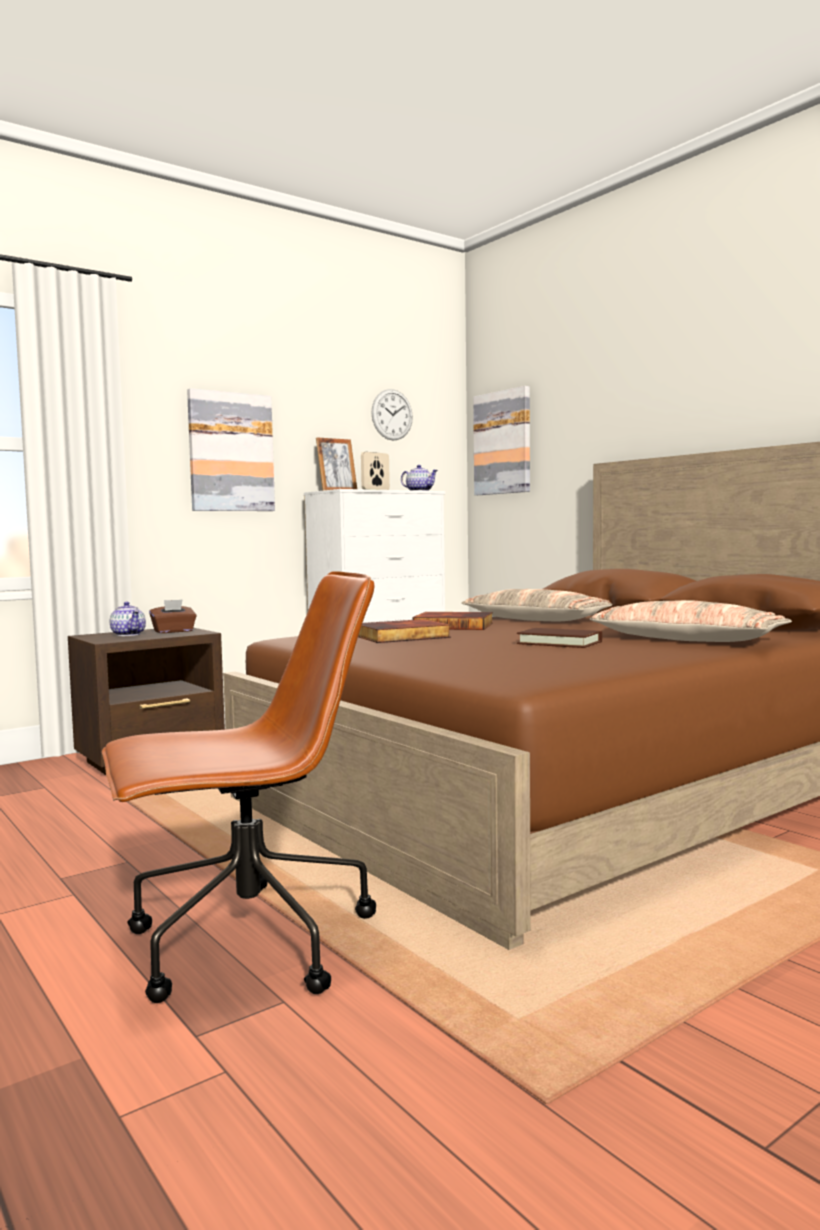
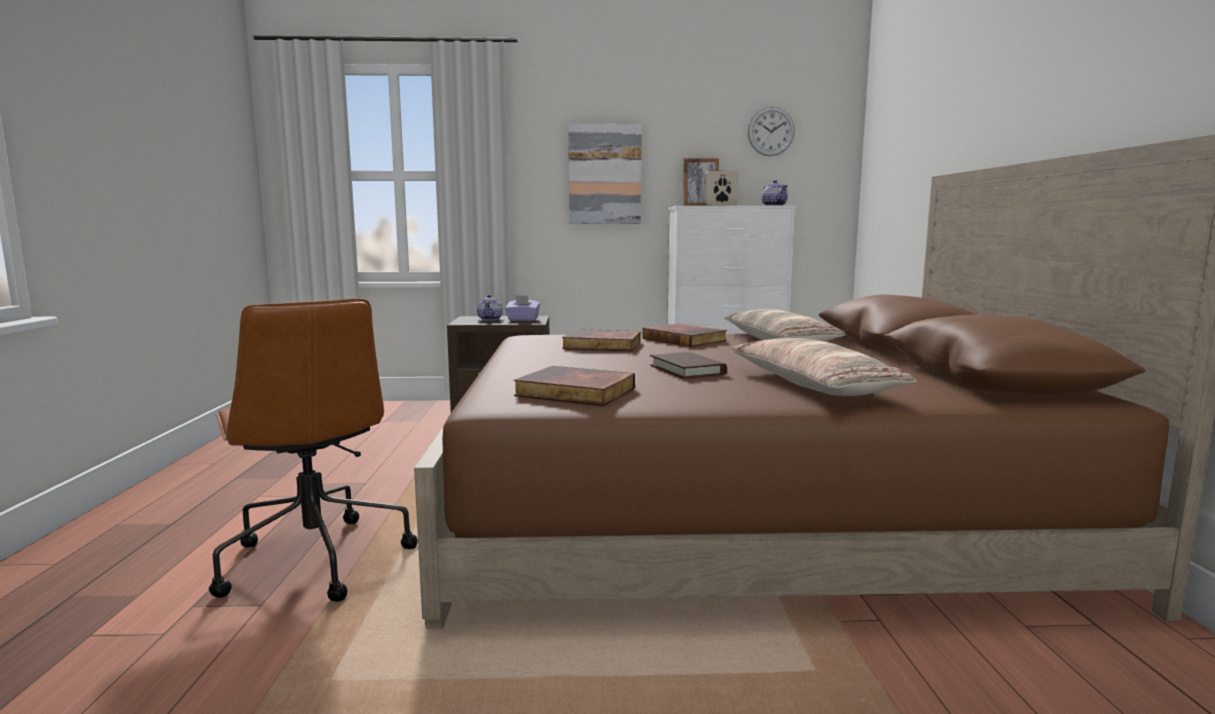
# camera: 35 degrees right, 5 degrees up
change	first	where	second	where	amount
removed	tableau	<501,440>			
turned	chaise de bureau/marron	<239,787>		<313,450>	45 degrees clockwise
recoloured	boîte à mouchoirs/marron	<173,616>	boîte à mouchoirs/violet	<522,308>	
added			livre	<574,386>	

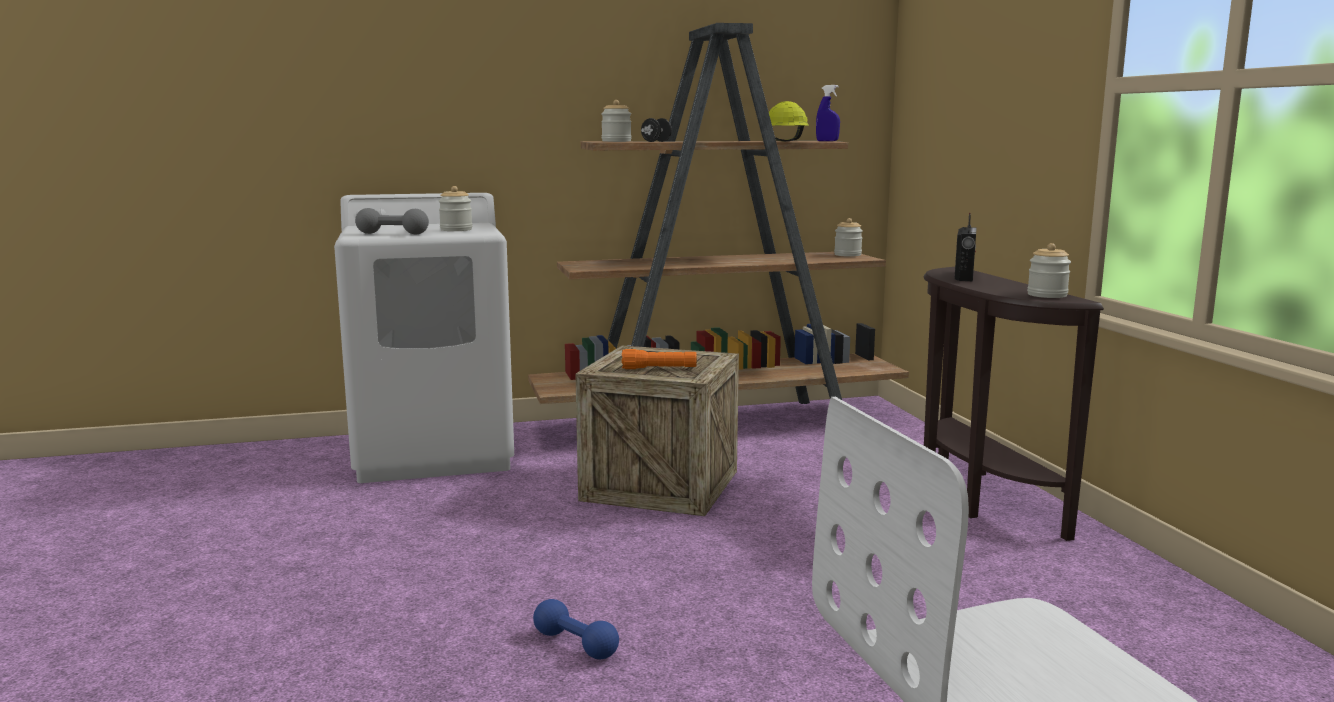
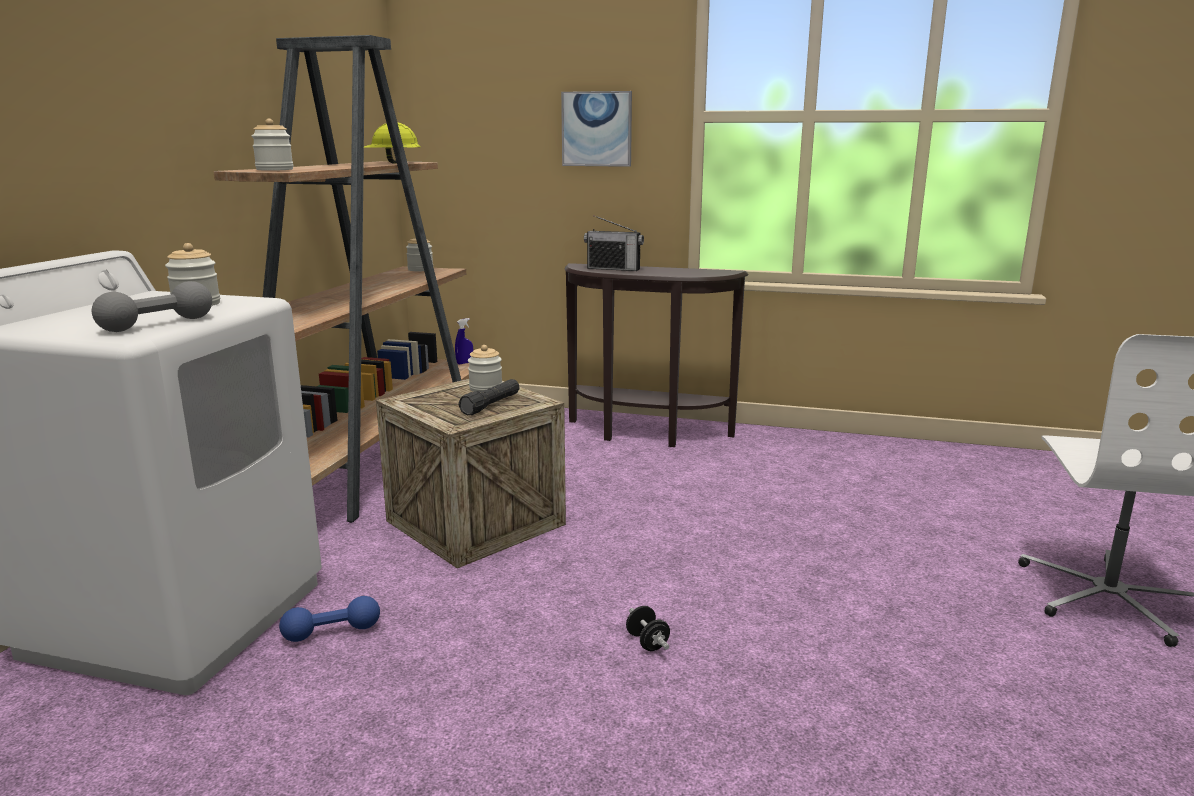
# camera: 60 degrees left, 5 degrees up
change	first	where	second	where	amount
moved	vaporisateur/bleu	<828,113>		<464,341>	
moved	haltère/noir	<656,130>		<648,628>	
turned	radio	<965,247>		<614,243>	150 degrees clockwise
moved	bocal	<1049,270>		<485,368>	
recoloured	lampe de poche/orange	<659,359>	lampe de poche/noir	<488,397>	
moved	haltère/bleu	<576,629>		<329,619>	
added			tableau	<596,129>	

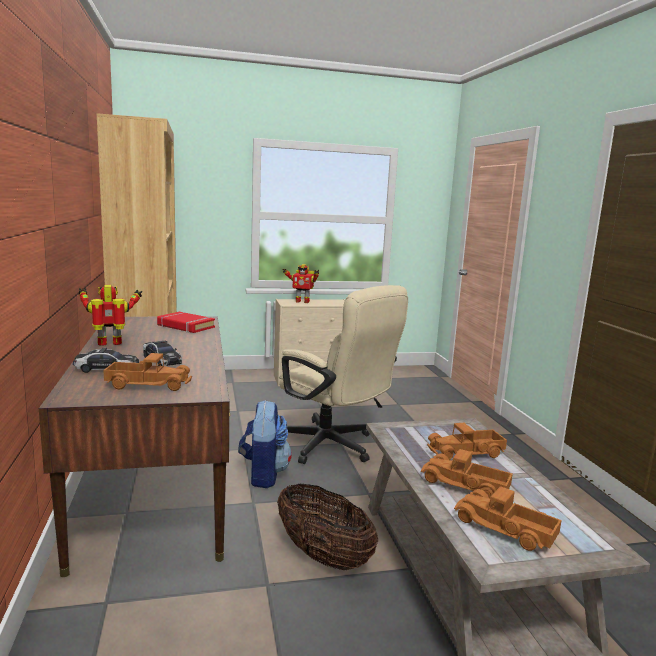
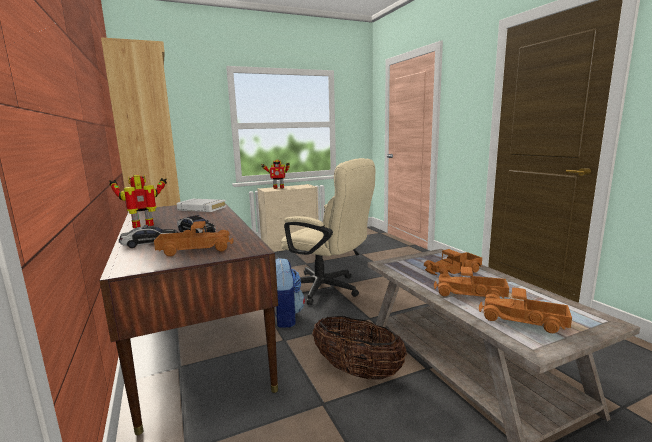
# camera: 10 degrees left, 0 degrees up
change	first	where	second	where	amount
recoloured	livre/rouge	<186,322>	livre/blanc	<201,205>	

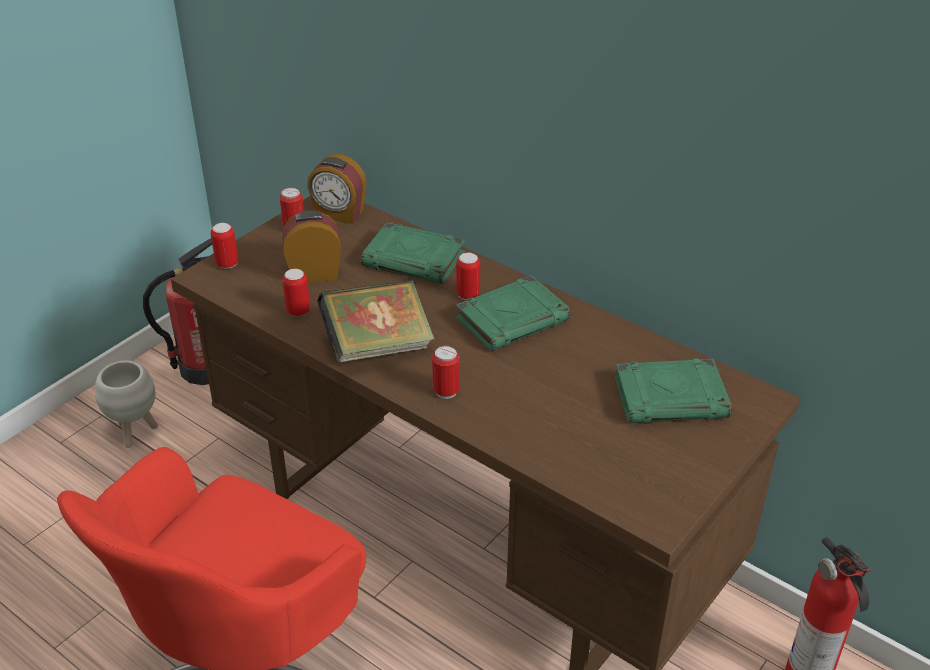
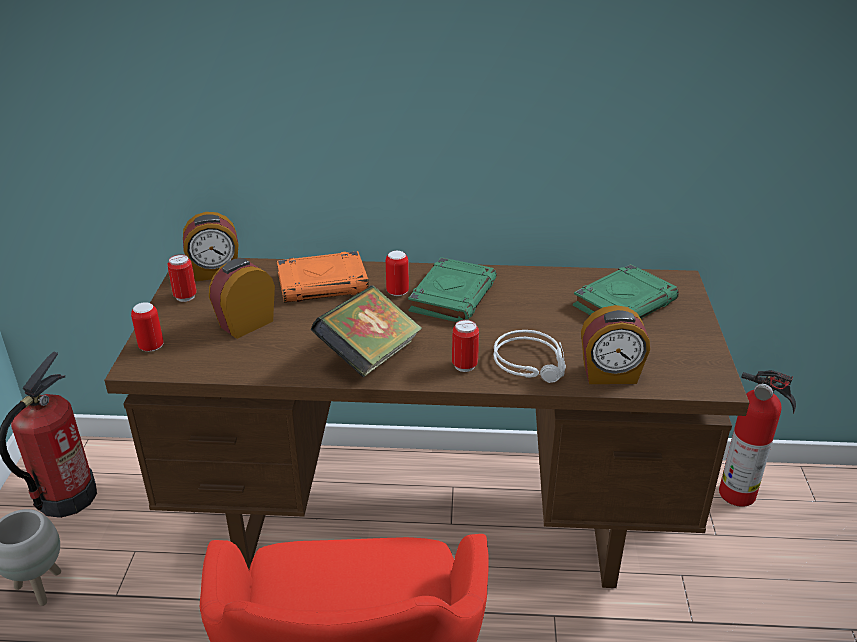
# camera: 35 degrees left, 5 degrees down
change	first	where	second	where	amount
recoloured	livre/vert	<413,253>	livre/orange	<323,277>	
removed	boîte métallique	<296,292>			
added			réveil	<615,344>	
added			casque audio/gris	<529,356>	

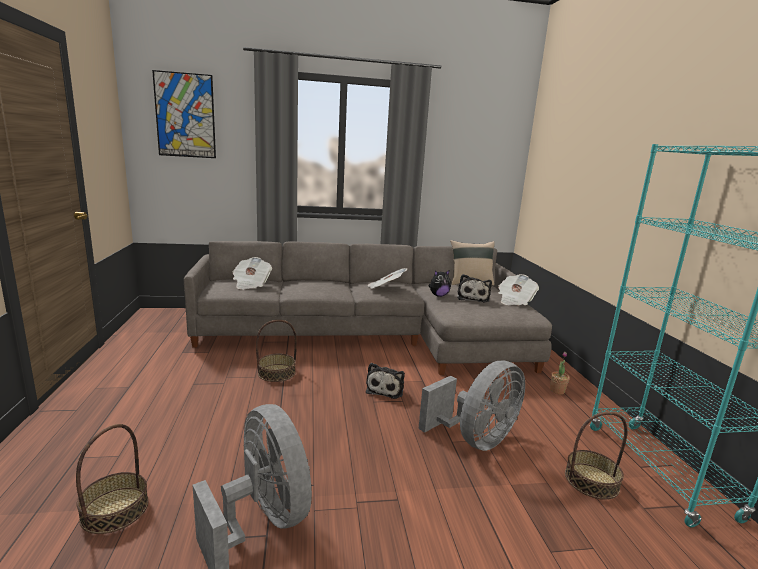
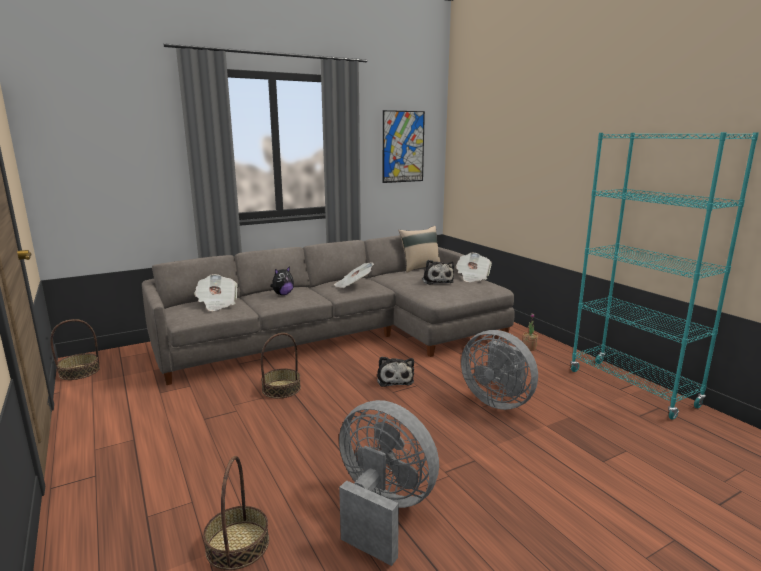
# camera: 20 degrees left, 0 degrees up
change	first	where	second	where	amount
moved	tableau	<184,114>		<404,146>	
moved	peluche	<439,283>		<282,280>	
turned	ventilateur/gris	<471,406>		<499,370>	105 degrees clockwise
moved	panier	<596,456>		<75,349>	

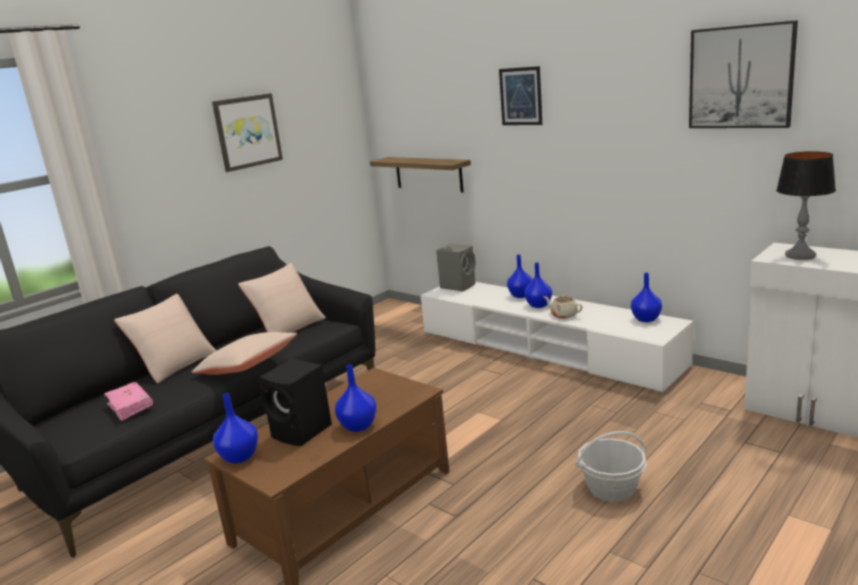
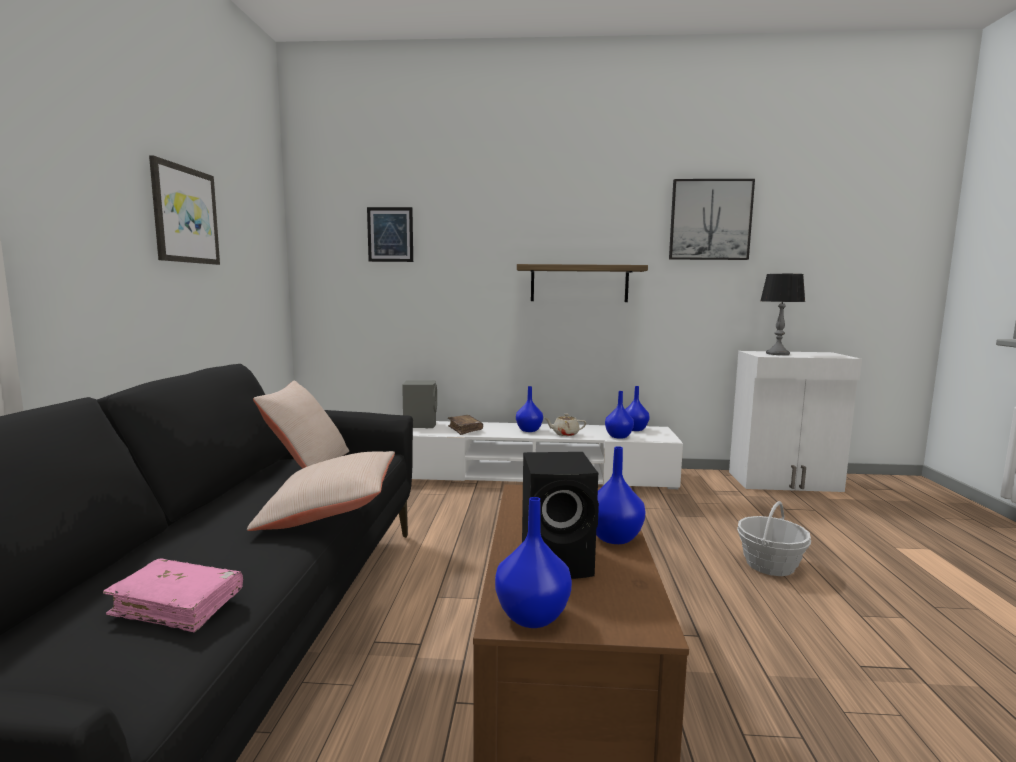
# camera: 40 degrees left, 10 degrees down
change	first	where	second	where	amount
moved	tableau	<520,95>		<390,234>	
moved	étagère	<420,174>		<582,283>	
moved	vase/bleu	<520,276>		<619,415>	
removed	coussin/beige	<165,339>			
added			livre/marron	<465,425>	

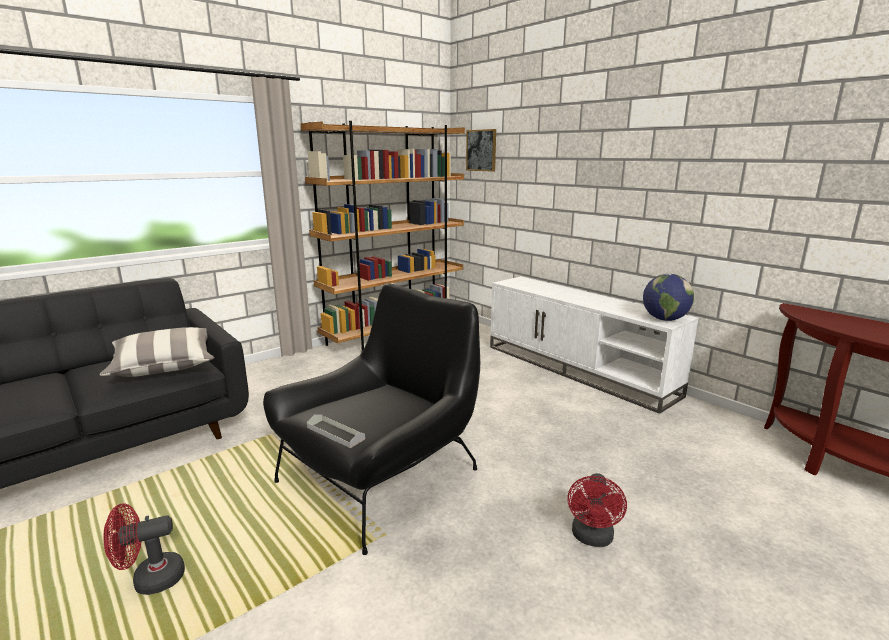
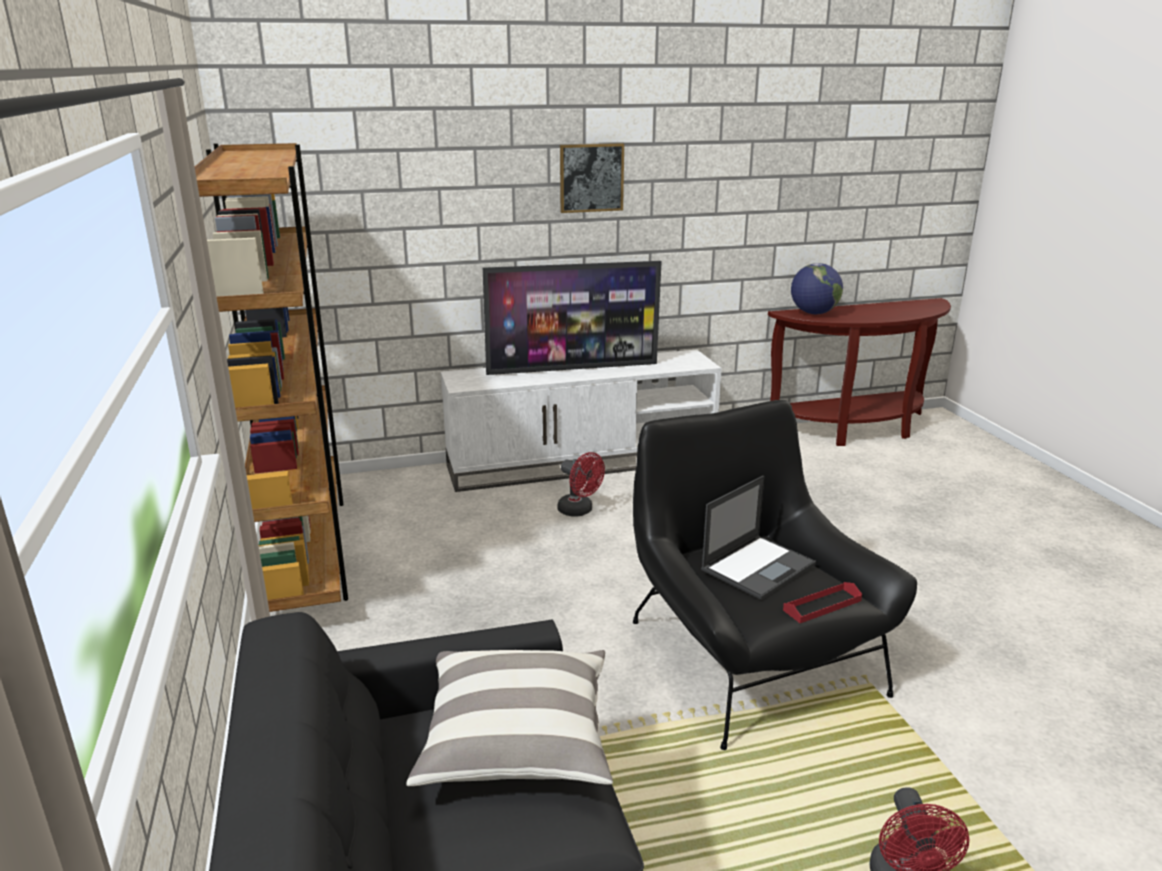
# camera: 65 degrees left, 5 degrees up
change	first	where	second	where	amount
moved	tableau	<481,150>		<592,178>	
moved	globe	<668,297>		<817,288>	
recoloured	plateau/gris	<336,431>	plateau/rouge	<822,602>	
moved	ventilateur/rouge	<597,510>		<581,484>	
added			téléviseur	<572,318>	
added			ordinateur portable	<758,538>	

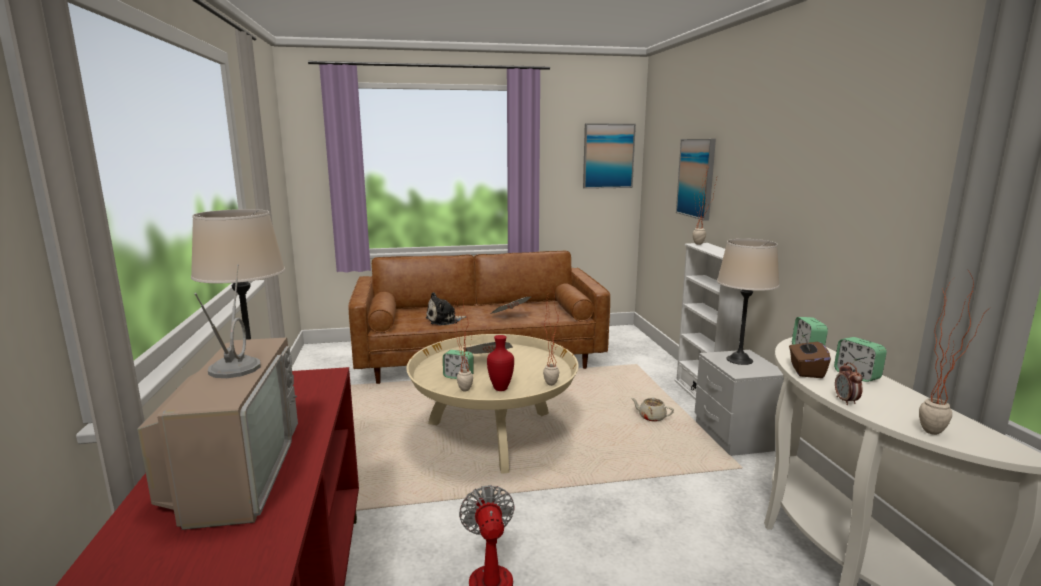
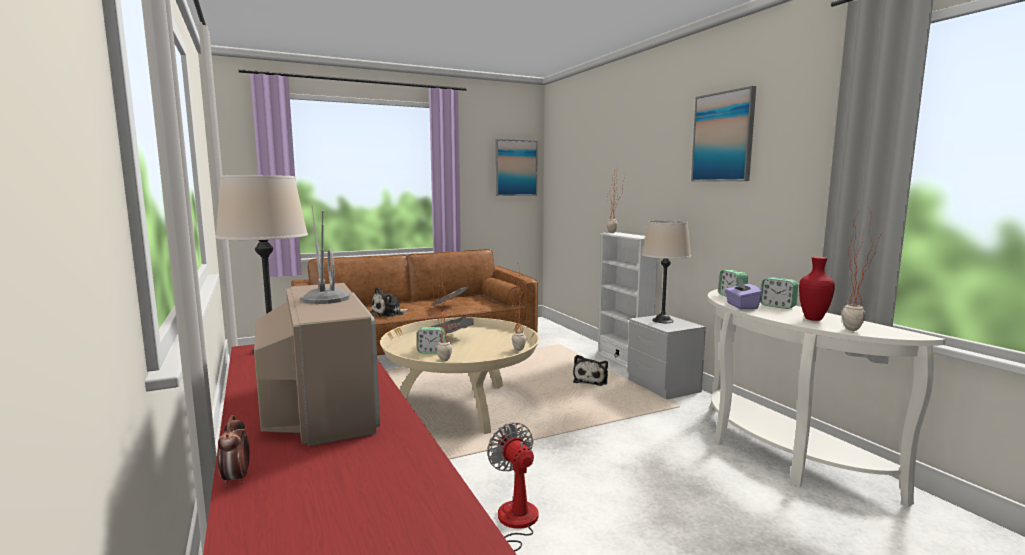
# camera: 15 degrees left, 5 degrees down
change	first	where	second	where	amount
moved	tableau	<696,180>		<723,134>	
moved	vase/rouge	<500,363>		<817,289>	
recoloured	boîte à mouchoirs/marron	<810,357>	boîte à mouchoirs/violet	<744,293>	
moved	réveil	<849,383>		<234,451>	
replaced	théière/beige	<652,409>	peluche	<590,370>	

